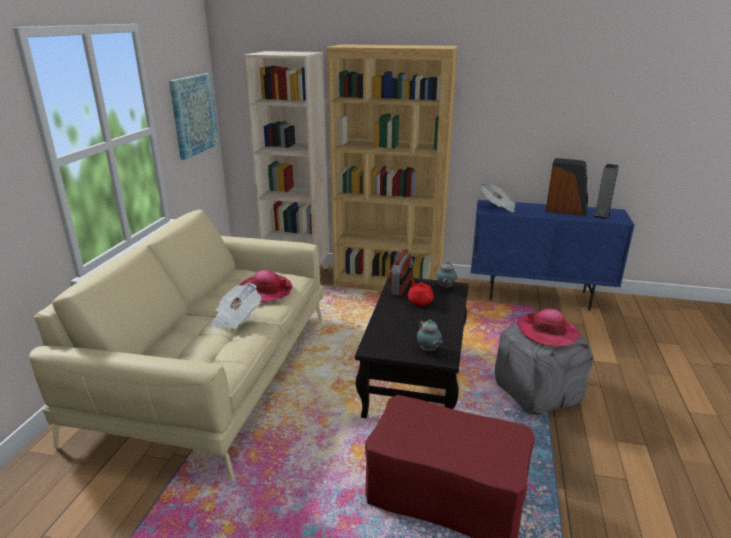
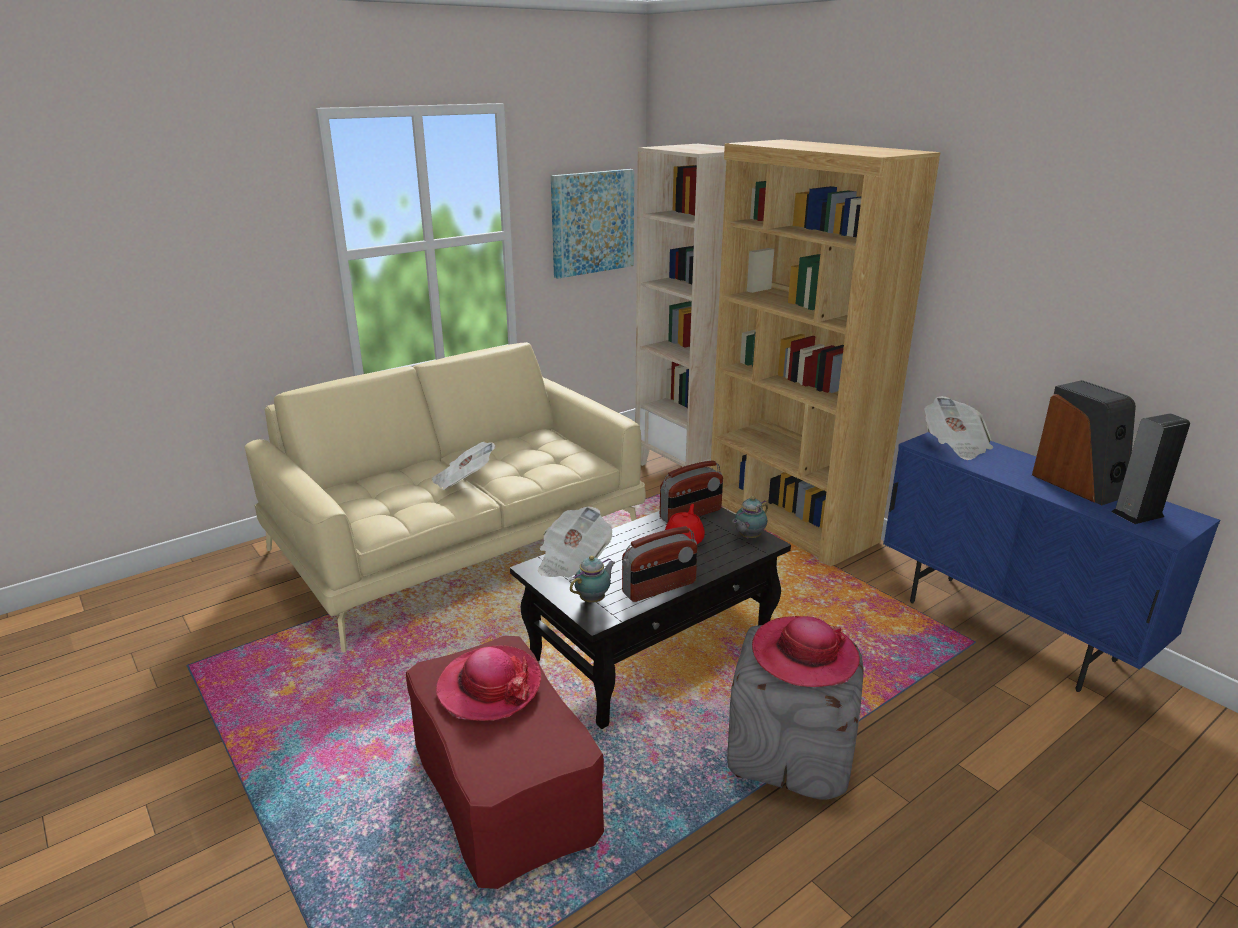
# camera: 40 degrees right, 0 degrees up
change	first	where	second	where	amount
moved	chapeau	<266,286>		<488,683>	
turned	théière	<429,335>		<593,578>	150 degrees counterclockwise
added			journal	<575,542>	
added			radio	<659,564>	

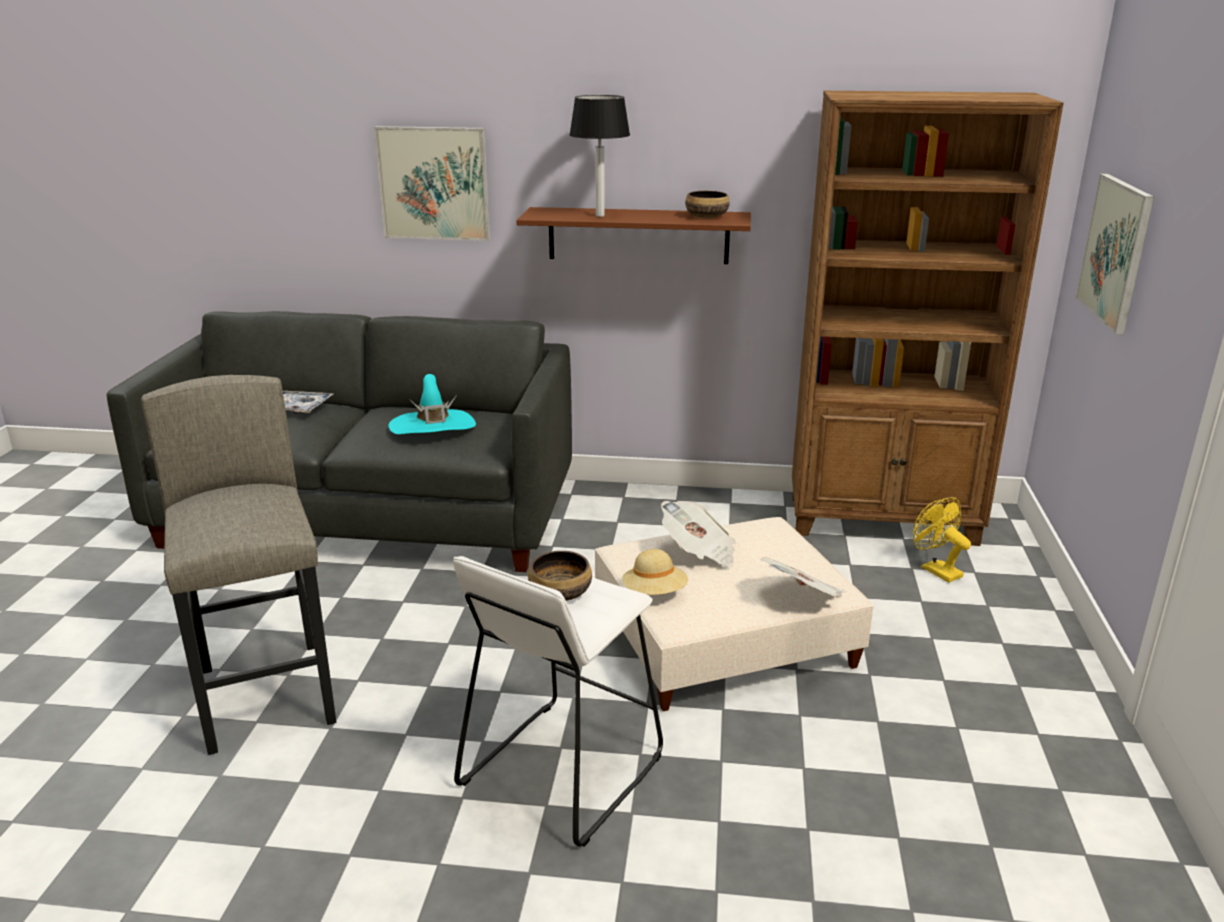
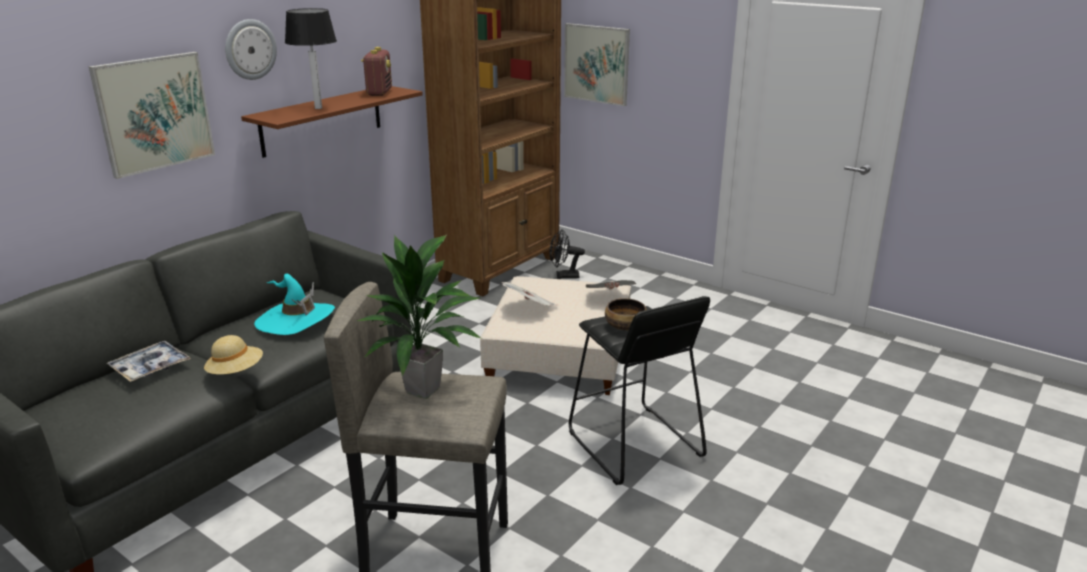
# camera: 60 degrees left, 0 degrees up
change	first	where	second	where	amount
replaced	bol	<707,204>	radio	<376,71>	
recoloured	ventilateur/jaune	<942,540>	ventilateur/noir	<567,254>	
moved	chapeau/beige	<655,572>		<233,354>	
recoloured	tabouret/blanc	<558,701>	tabouret/noir	<639,390>	
added			horloge murale	<251,49>	
added			plante en pot	<419,317>	

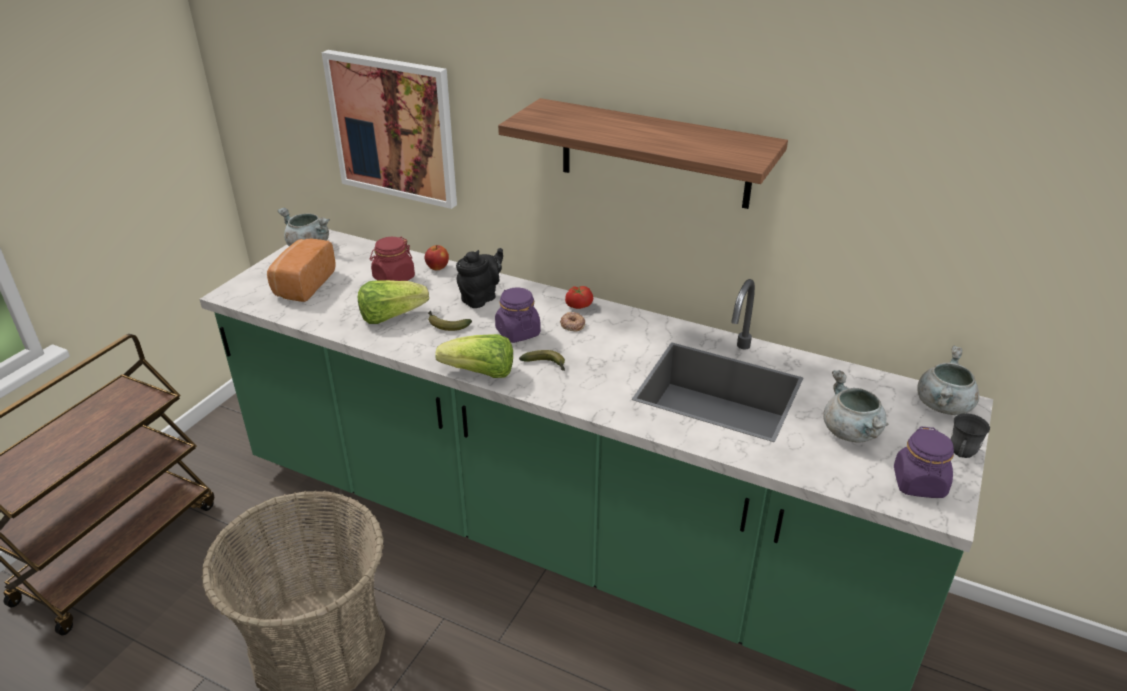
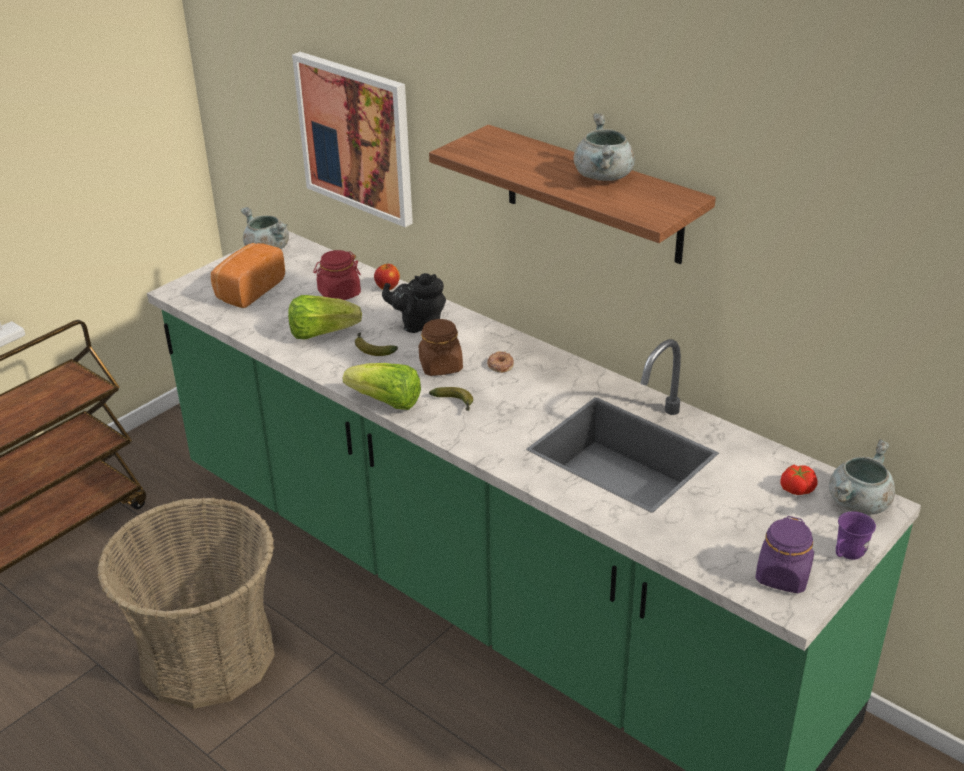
# camera: 15 degrees right, 0 degrees up
change	first	where	second	where	amount
turned	théière/noir	<479,278>		<414,303>	150 degrees counterclockwise
moved	tomate	<579,297>		<799,480>	
recoloured	bocal/violet	<518,315>	bocal/marron	<441,347>	
moved	marmite/gris	<856,406>		<604,147>	
recoloured	mug/gris	<970,435>	mug/violet	<856,535>	

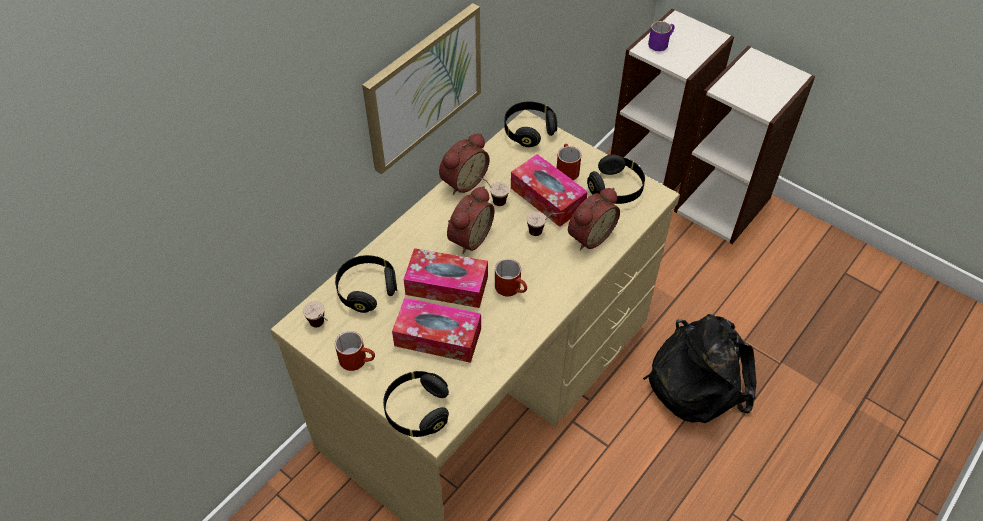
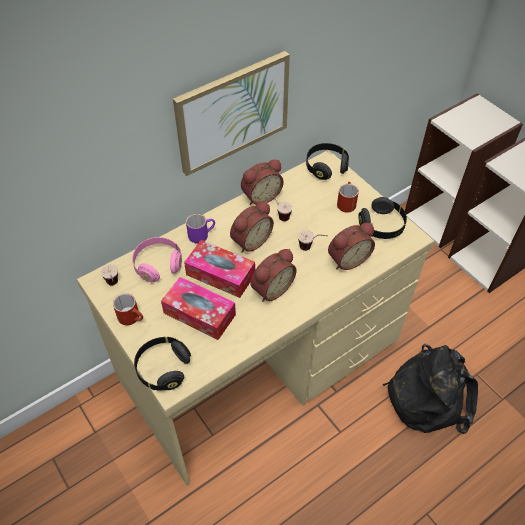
# camera: 15 degrees right, 0 degrees up
change	first	where	second	where	amount
moved	mug/violet	<661,36>		<200,228>	
removed	boîte à mouchoirs	<549,190>			
recoloured	casque audio/noir	<366,284>	casque audio/rose	<157,259>	
replaced	mug/rouge	<511,277>	réveil	<273,275>	

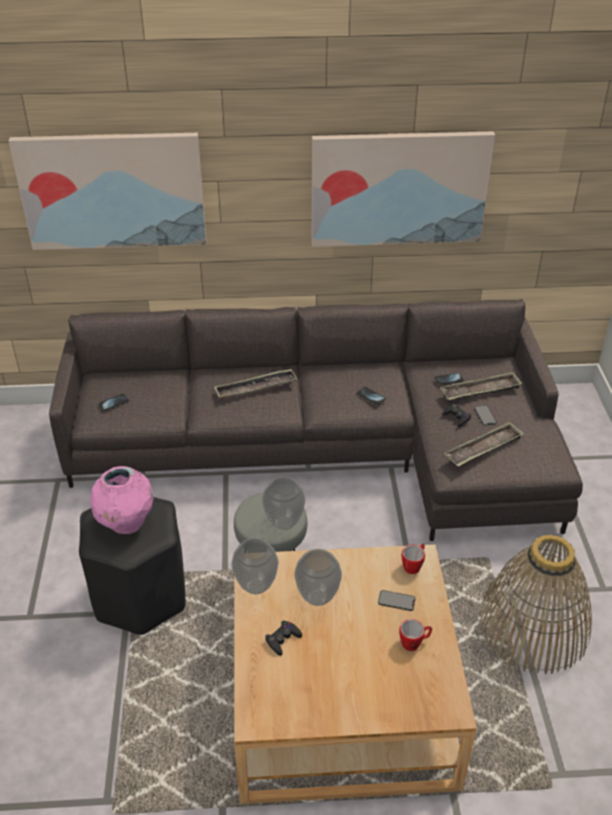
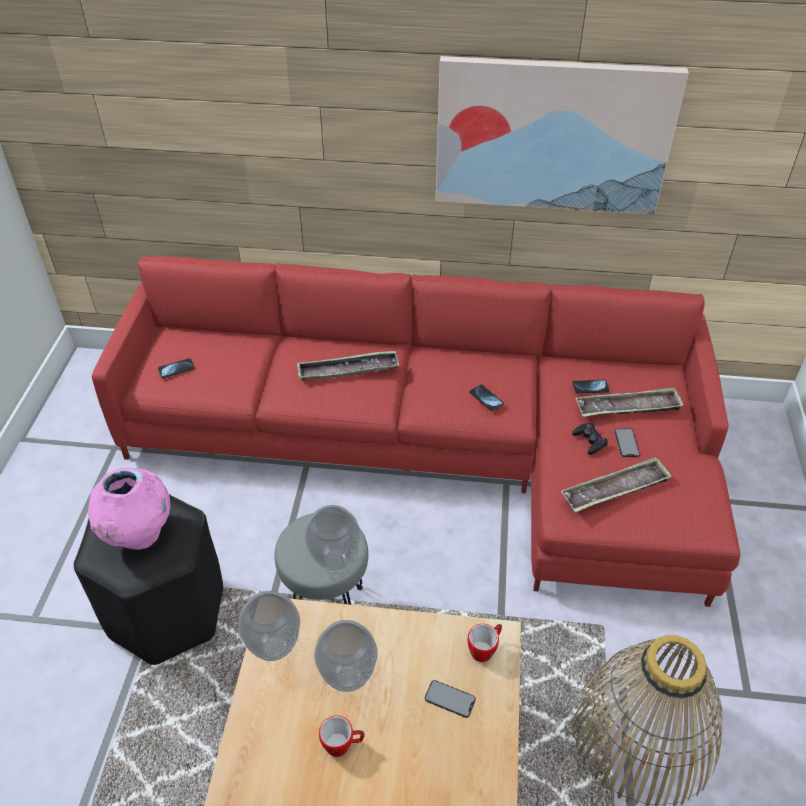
# camera: 10 degrees right, 5 degrees up
change	first	where	second	where	amount
removed	tableau	<108,191>			
recoloured	canapé/gris	<316,420>	canapé/rouge	<416,431>	
moved	mug	<415,635>		<342,736>	
removed	manette/noir	<283,638>			

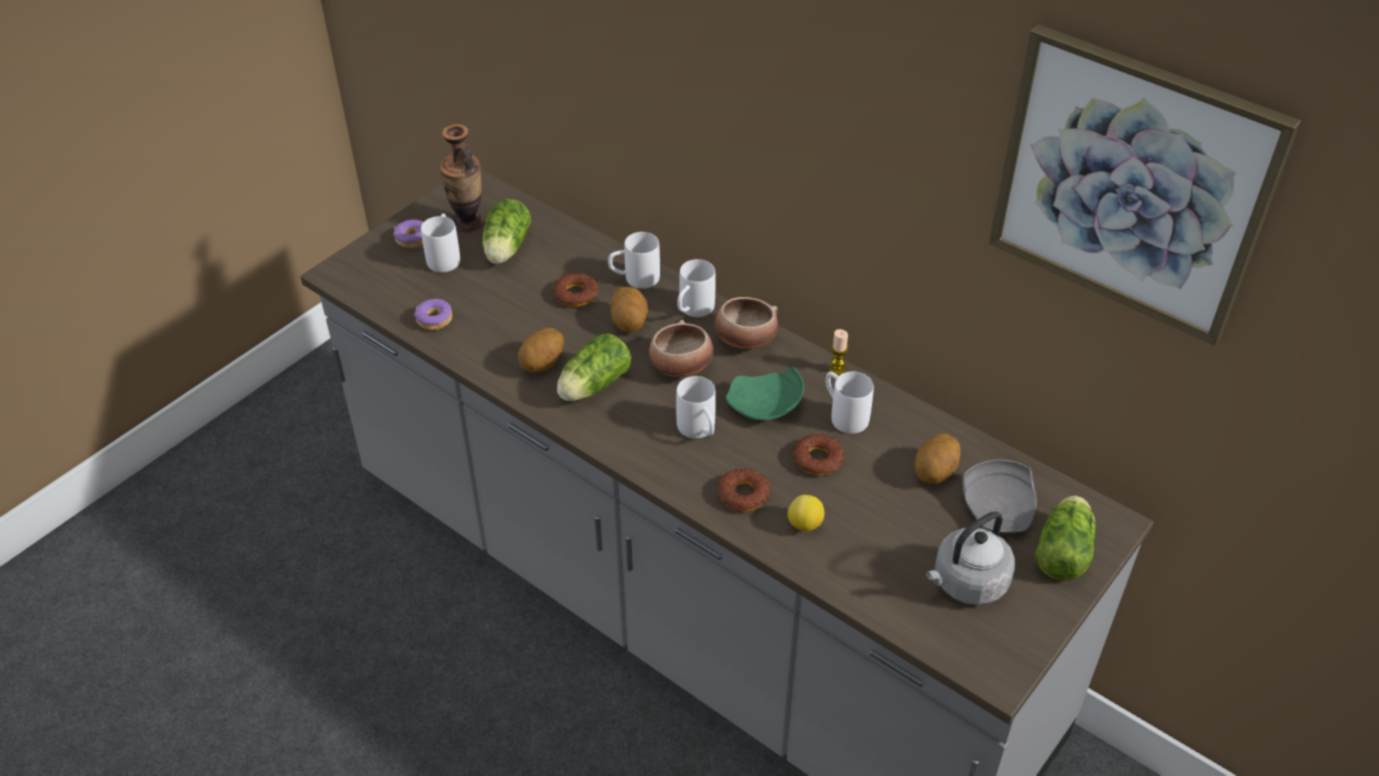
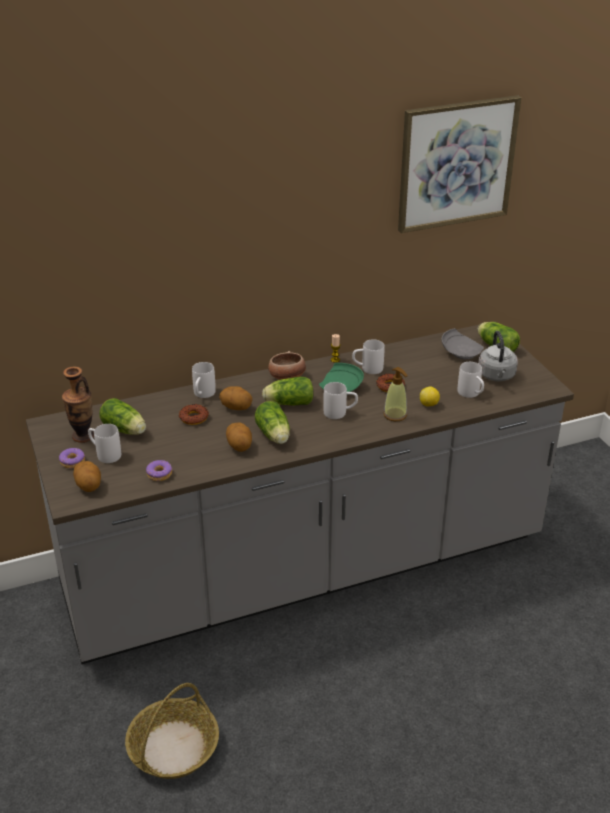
# camera: 60 degrees left, 10 degrees down
change	first	where	second	where	amount
moved	mug/blanc	<696,288>		<471,380>	
replaced	bol	<681,348>	laitue	<287,391>	
moved	pomme de terre	<938,459>		<87,476>	
replaced	beignet	<743,490>	distributeur de savon	<396,394>	
added			panier	<172,731>	

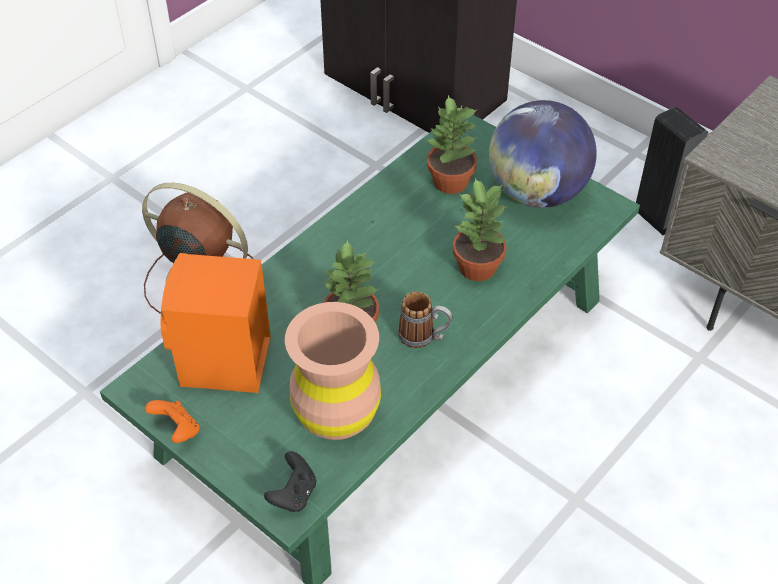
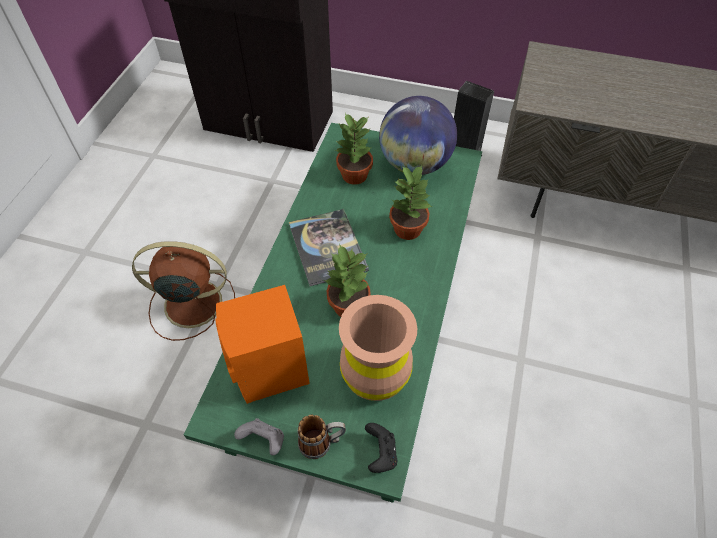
# camera: 25 degrees left, 5 degrees up
change	first	where	second	where	amount
moved	mug	<425,319>		<322,437>	
recoloured	manette/orange	<172,421>	manette/gris	<259,436>	
added			livre	<329,247>	

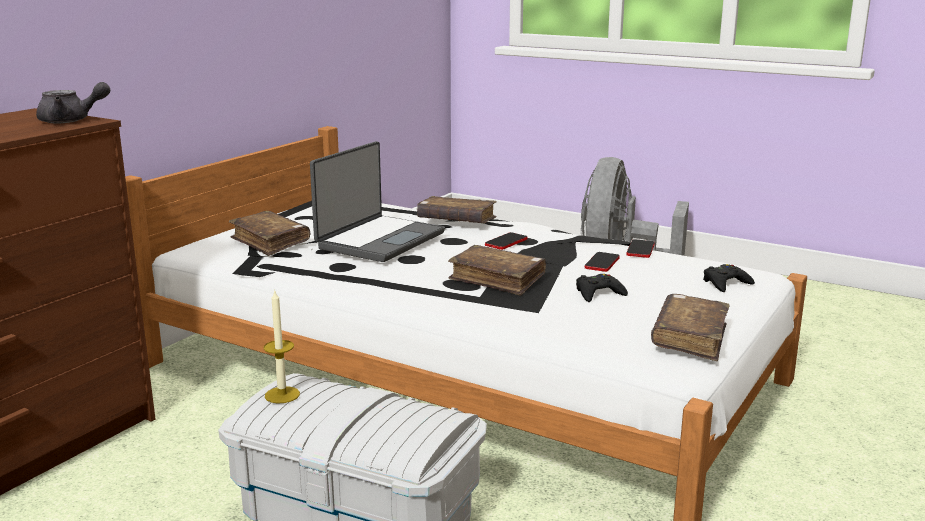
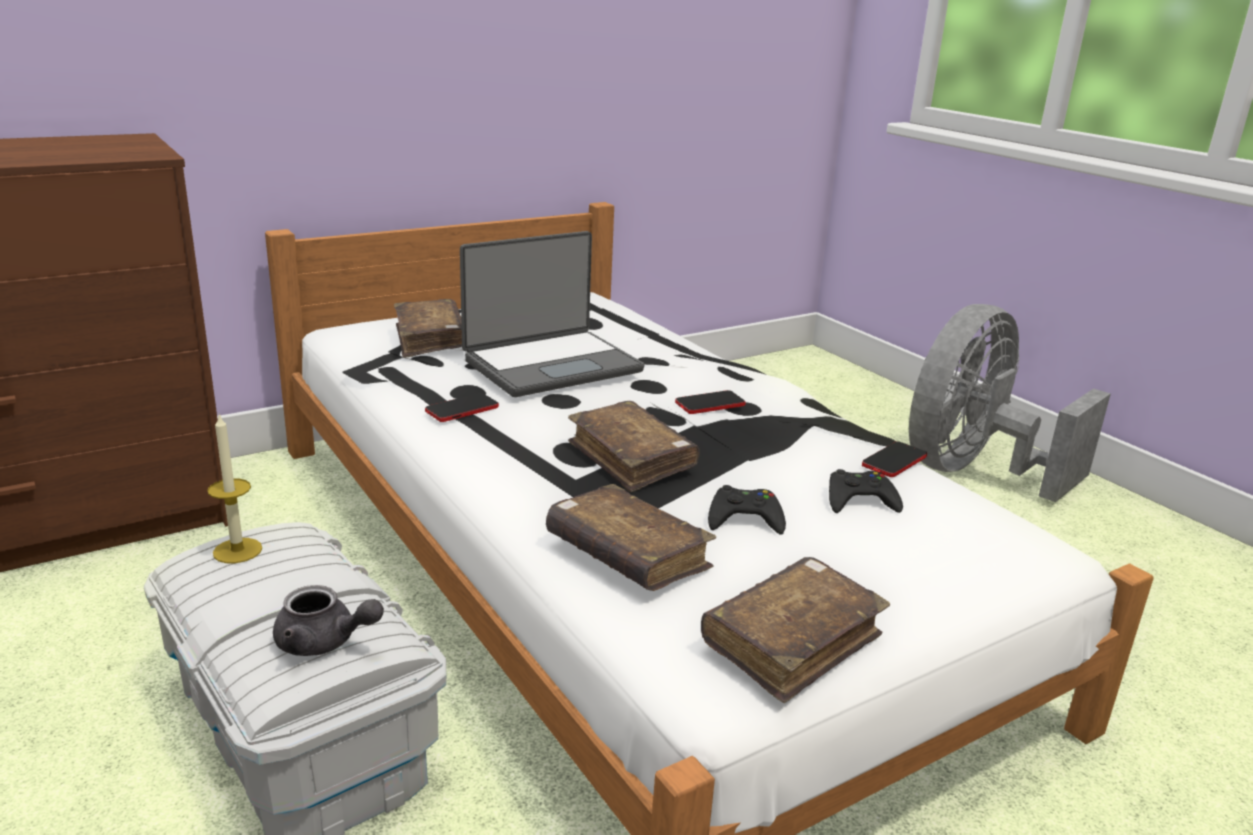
# camera: 25 degrees right, 5 degrees up
change	first	where	second	where	amount
moved	théière/gris	<73,102>		<328,620>	
moved	livre/marron	<457,209>		<631,537>	
moved	téléphone	<602,262>		<462,407>	
moved	manette/noir	<729,278>		<866,491>	

